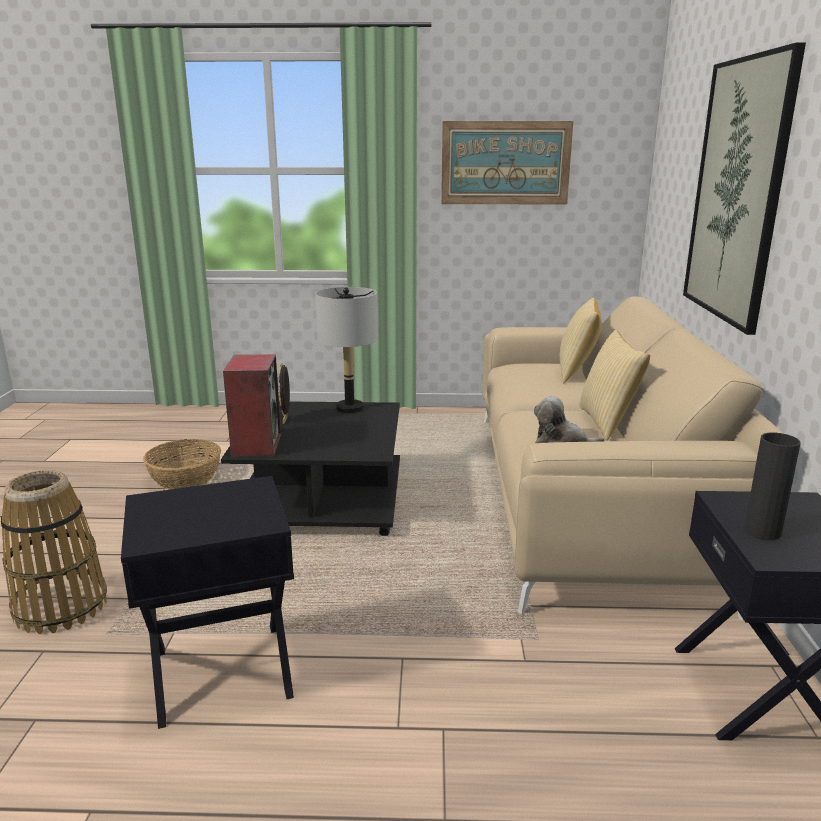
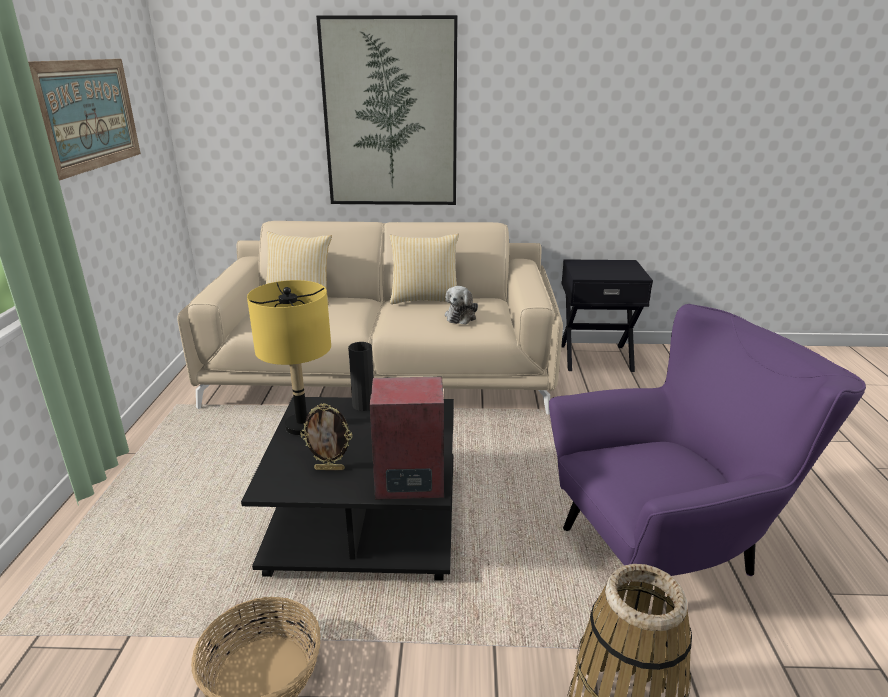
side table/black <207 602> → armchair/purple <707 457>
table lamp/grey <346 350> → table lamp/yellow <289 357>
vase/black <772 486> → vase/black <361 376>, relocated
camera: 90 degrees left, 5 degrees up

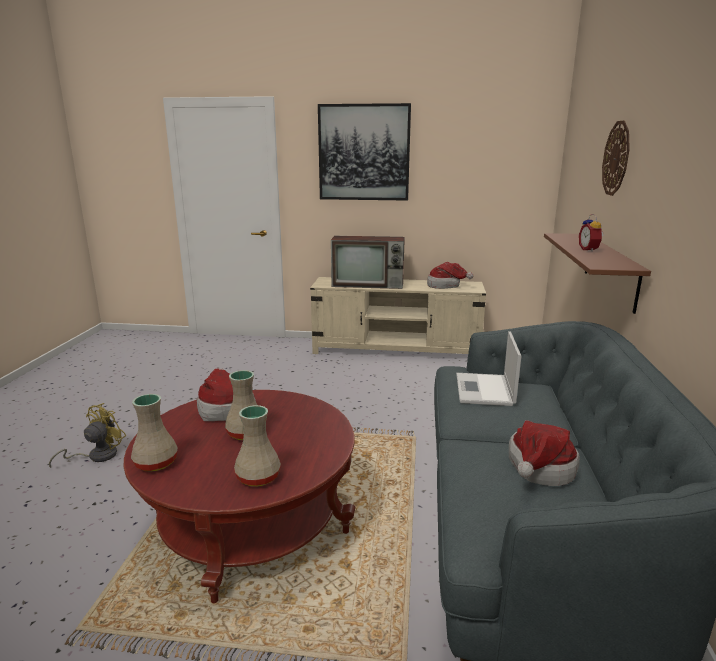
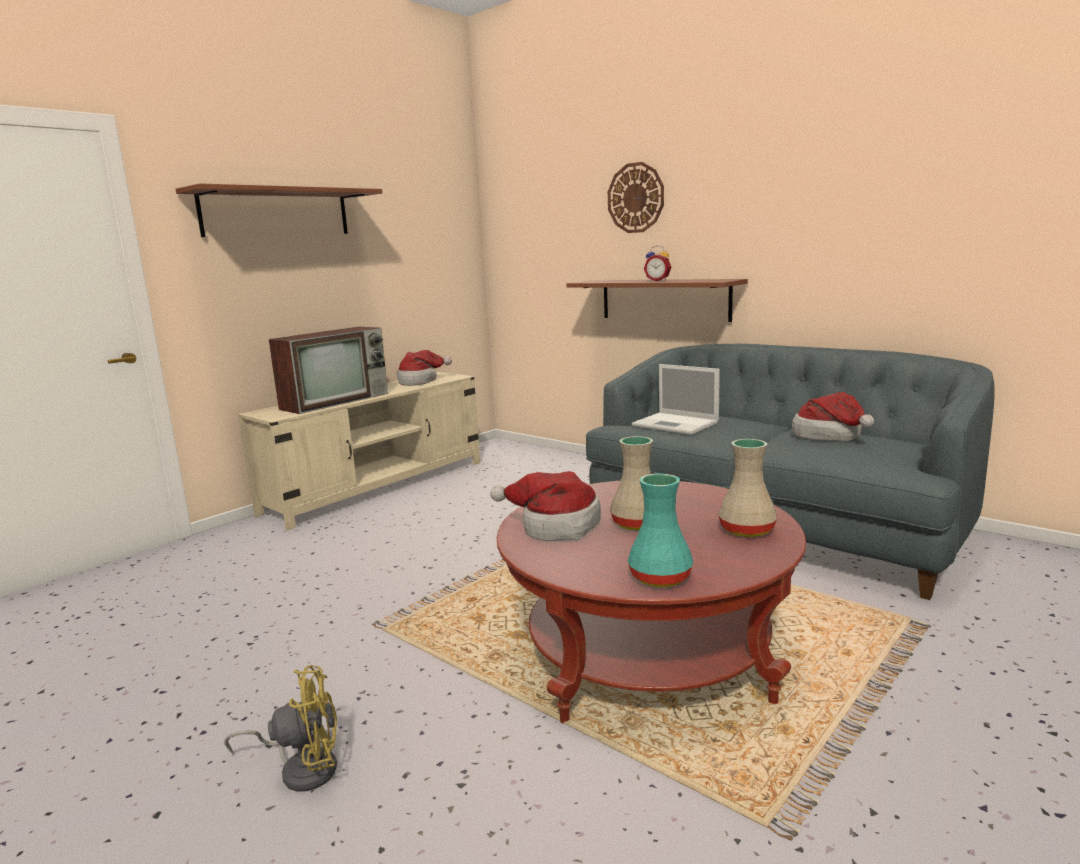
fan/yellow <87 435> → fan/yellow <280 728>, 105 degrees clockwise
vase/beige <154 433> → vase/turquoise <660 530>
picture <364 152> → shelf/brown <279 210>
camera: 55 degrees left, 5 degrees down

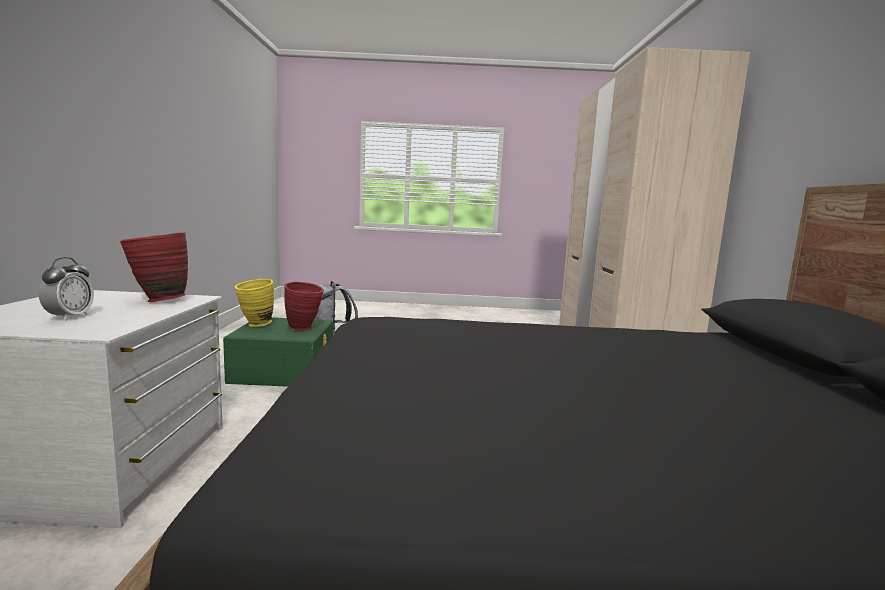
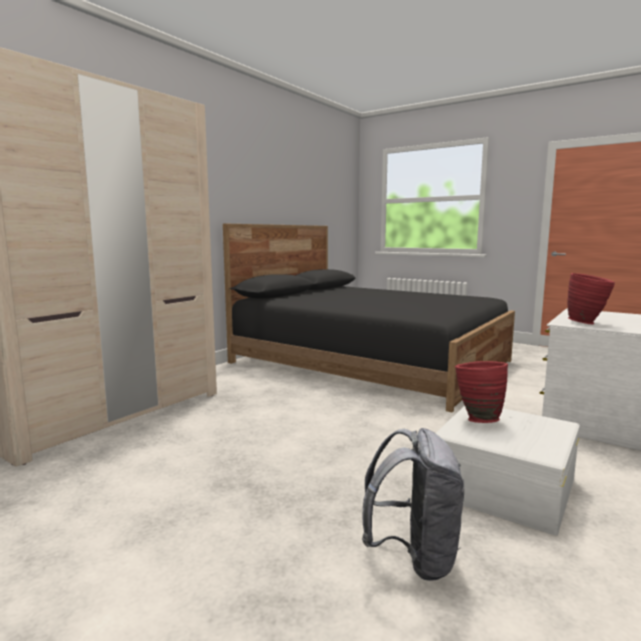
alarm clock <66 289> → -
storage box/green <278 352> → storage box/white <508 471>
vase/yellow <254 303> → -
camera: 145 degrees left, 0 degrees up

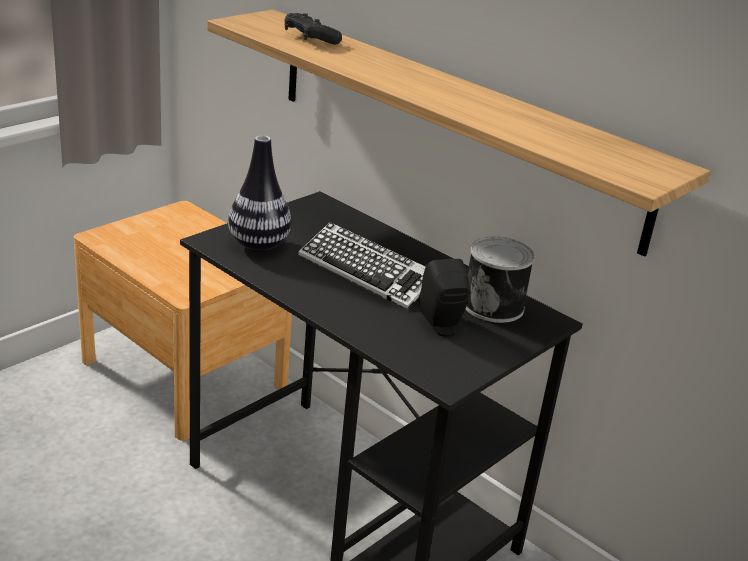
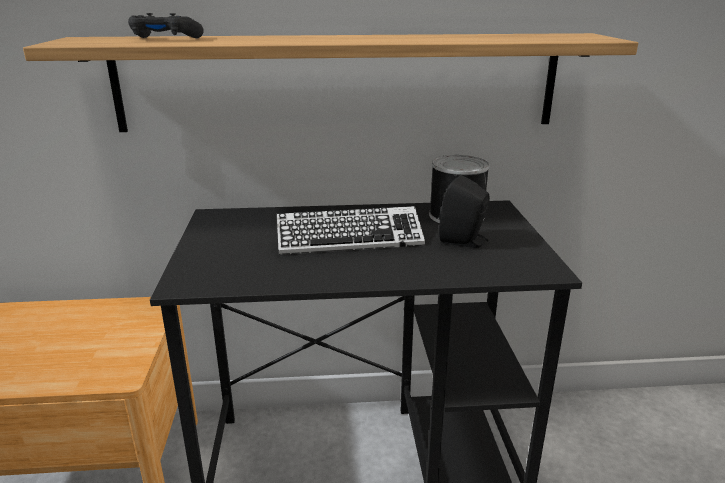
vase <259 193> → -
camera: 45 degrees left, 5 degrees down

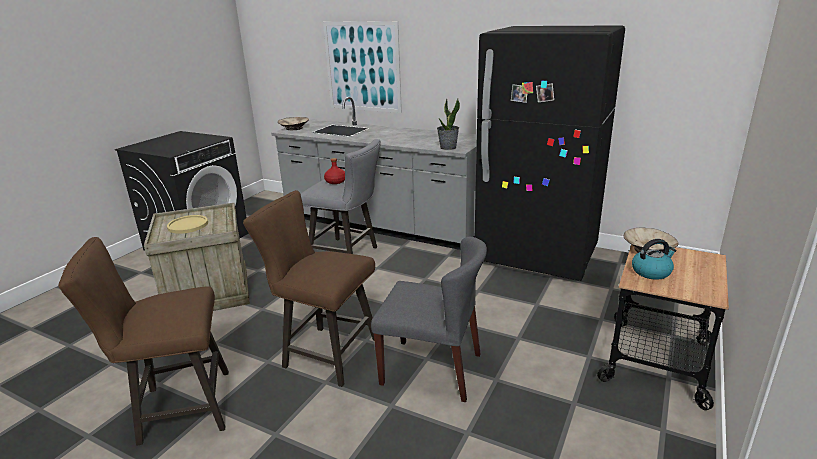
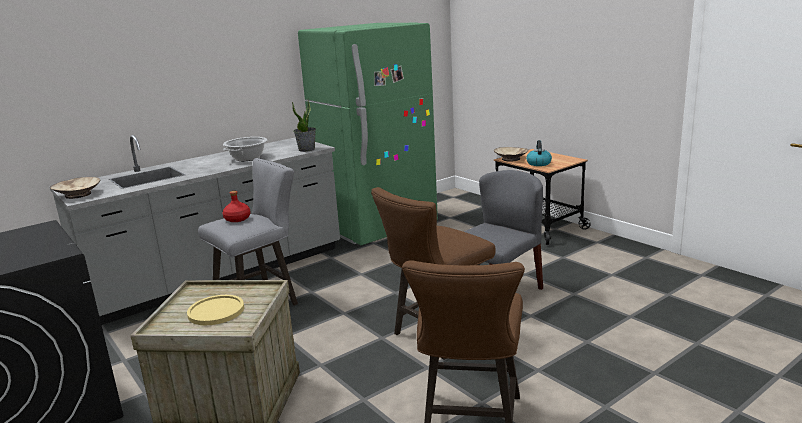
picture <362 67> → -
fridge/black <550 153> → fridge/green <368 134>
- → cooking pot <245 149>
camera: 65 degrees left, 5 degrees down

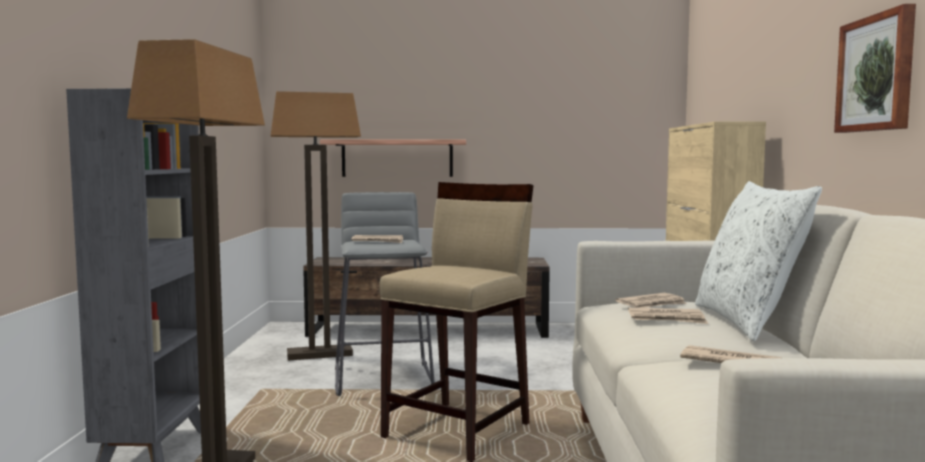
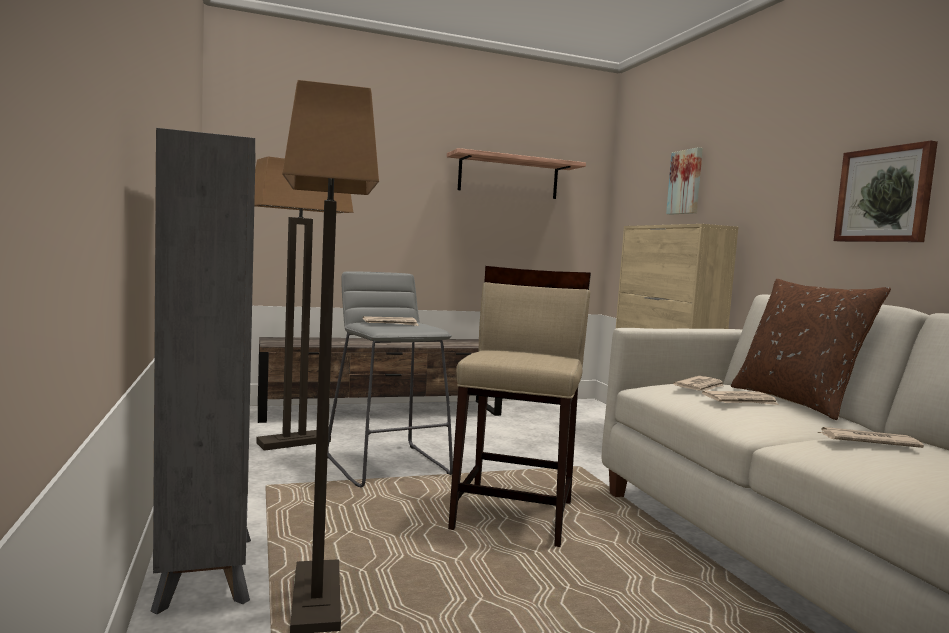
shelf <393 158> → shelf <516 173>, relocated
pillow/white <758 261> → pillow/brown <811 349>
- → picture <684 181>
camera: 20 degrees left, 0 degrees up

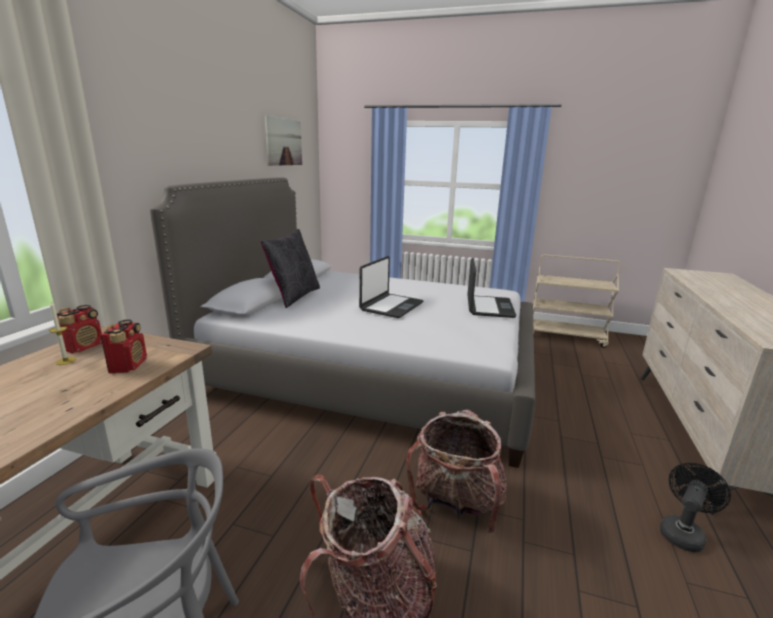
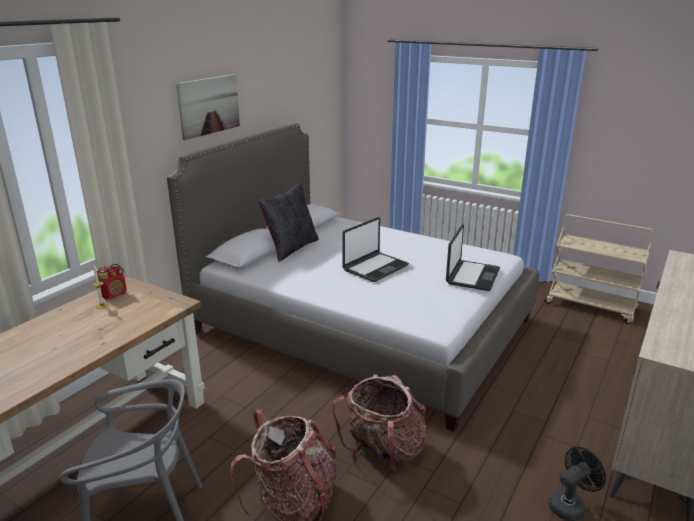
radio <124 346> → -
picture <283 140> → picture <208 107>, relocated
camera: 15 degrees right, 5 degrees up

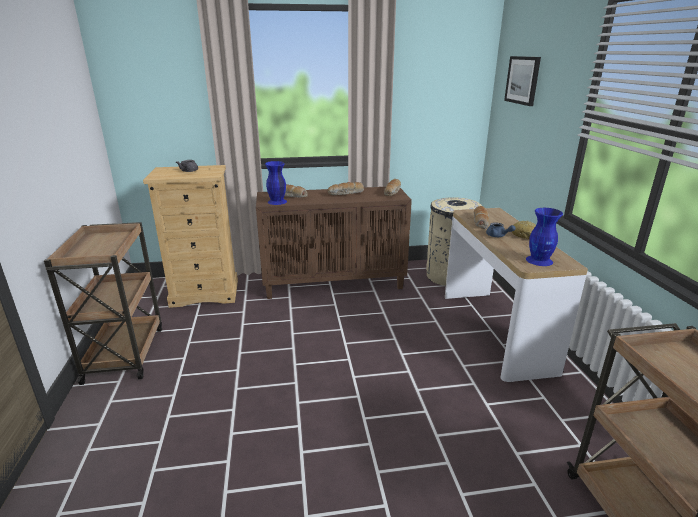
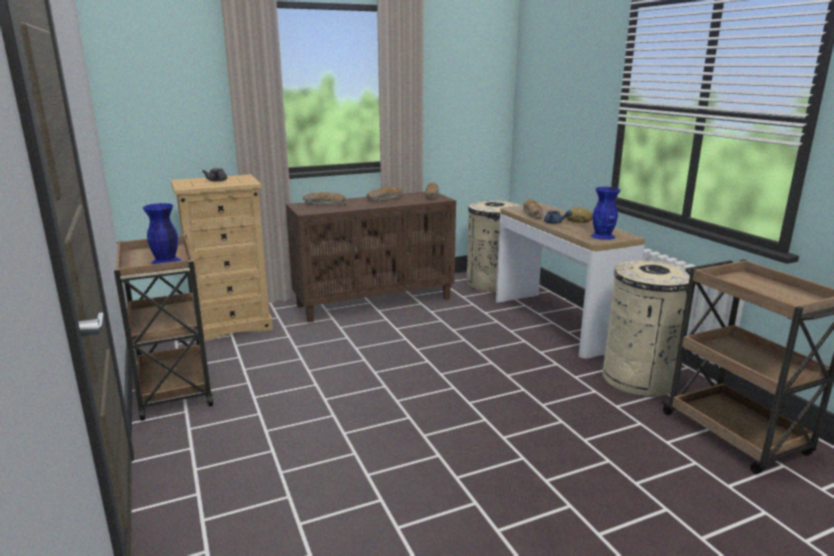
vase/blue <276 183> → vase/blue <162 233>, relocated
picture <522 81> → -
- → trash can/beige <646 328>
camera: 15 degrees left, 5 degrees down

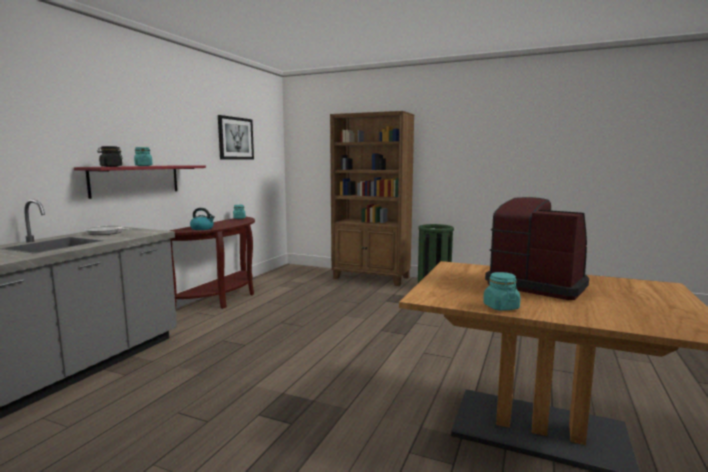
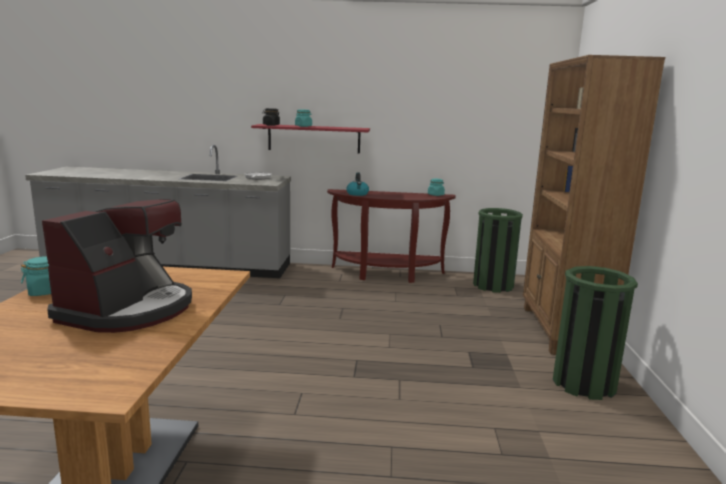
picture <236 137> → -
- → trash can/green <498 250>
camera: 70 degrees right, 5 degrees up

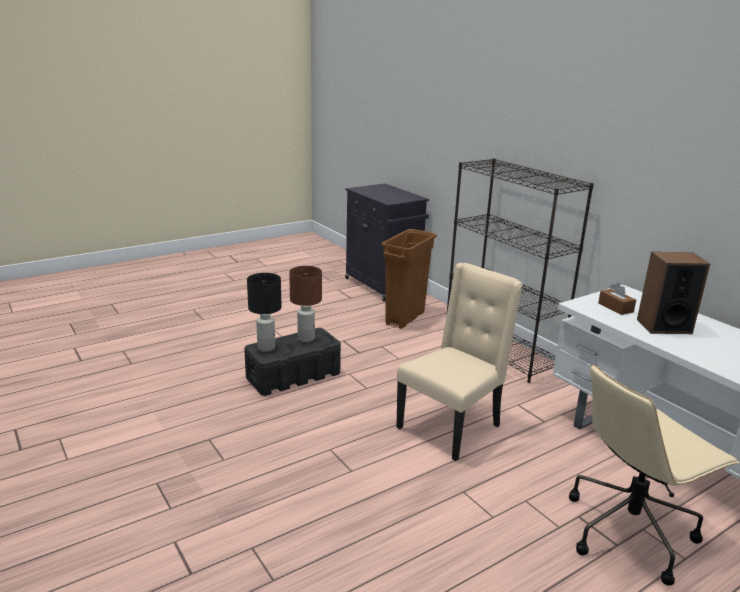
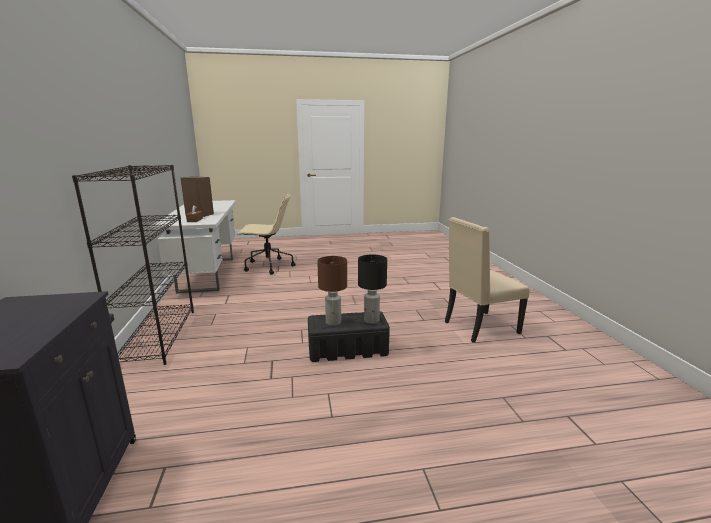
trash can/brown <409 279> → -
chair/beige <459 362> → chair/beige <487 280>, relocated
camera: 155 degrees left, 5 degrees down

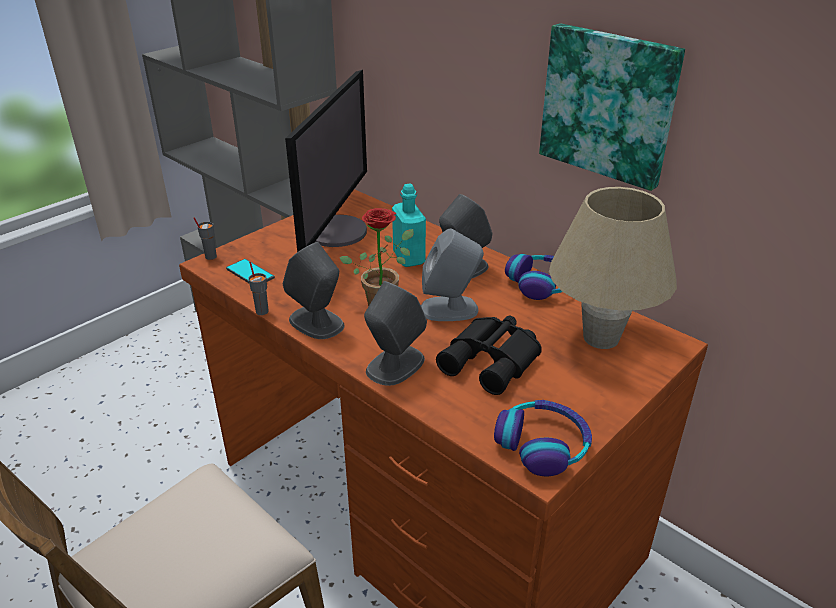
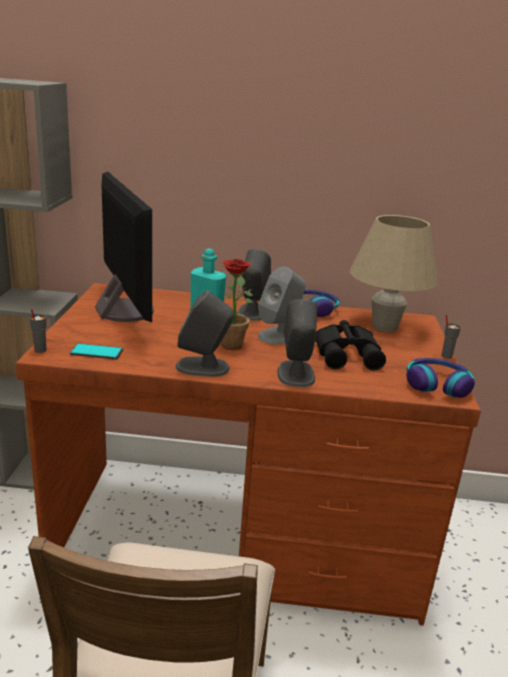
cup/grey <258 288> → cup/grey <451 337>, relocated
picture <612 107> → -
camera: 40 degrees left, 10 degrees down

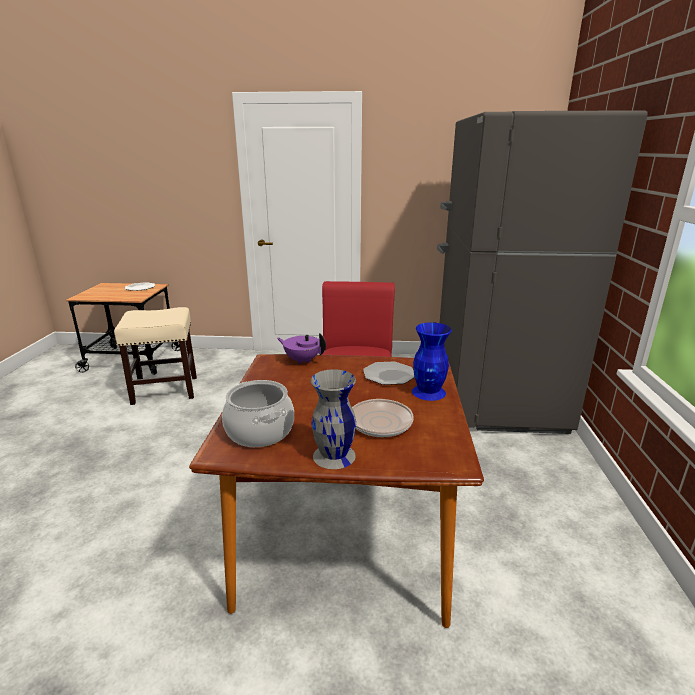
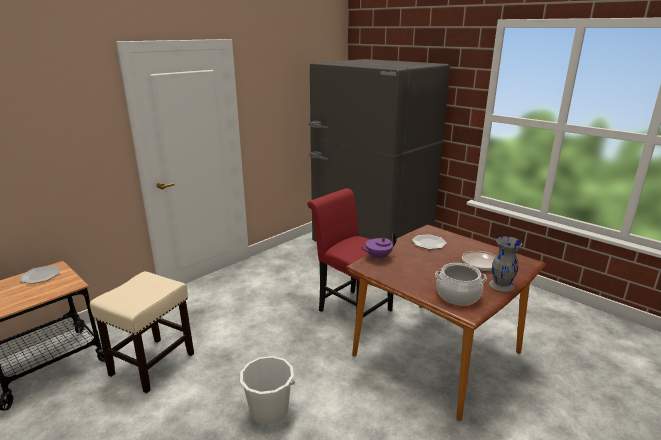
vase/blue <432 361> → -
- → bucket/white <267 390>
camera: 50 degrees left, 0 degrees up

